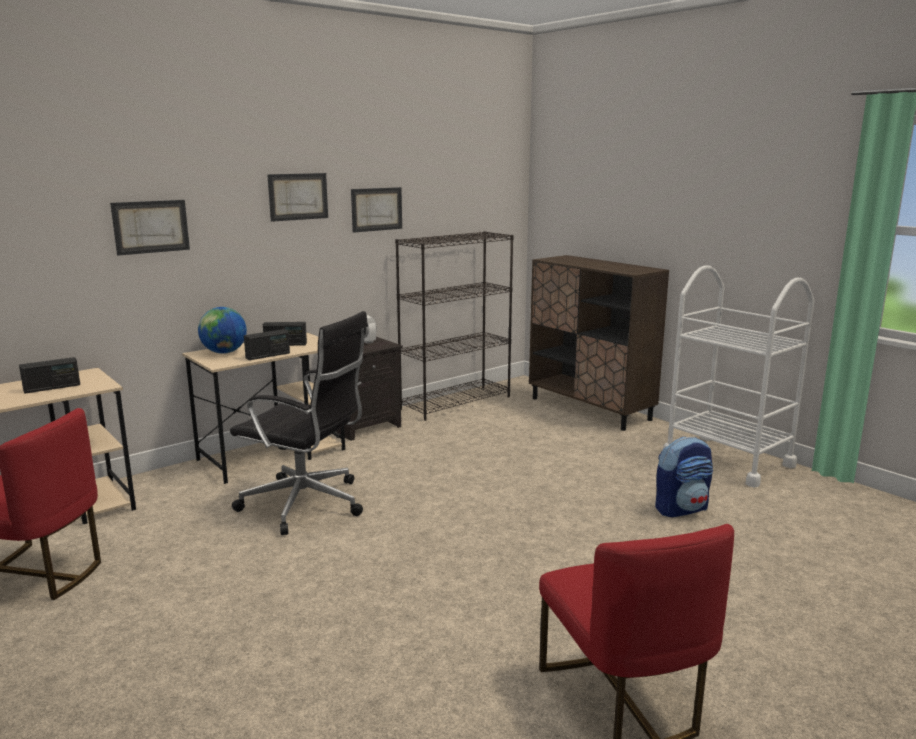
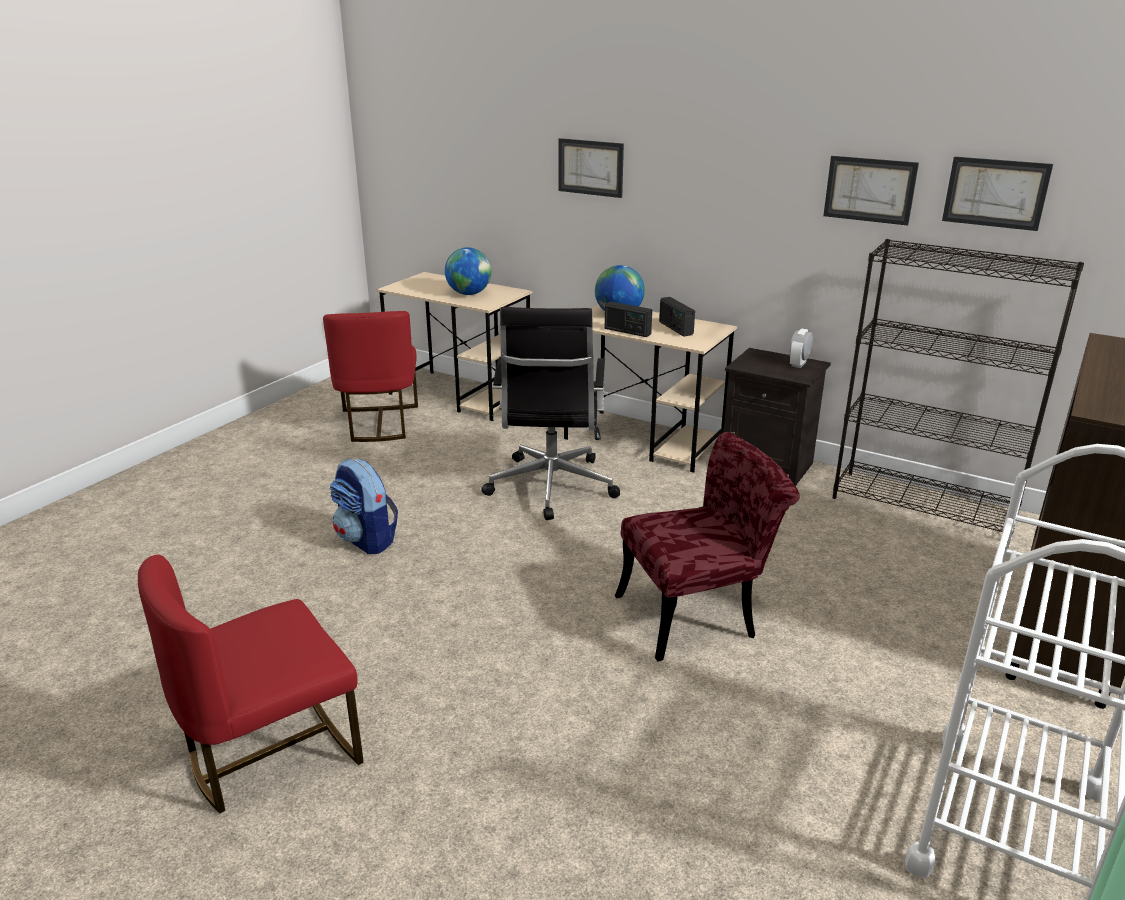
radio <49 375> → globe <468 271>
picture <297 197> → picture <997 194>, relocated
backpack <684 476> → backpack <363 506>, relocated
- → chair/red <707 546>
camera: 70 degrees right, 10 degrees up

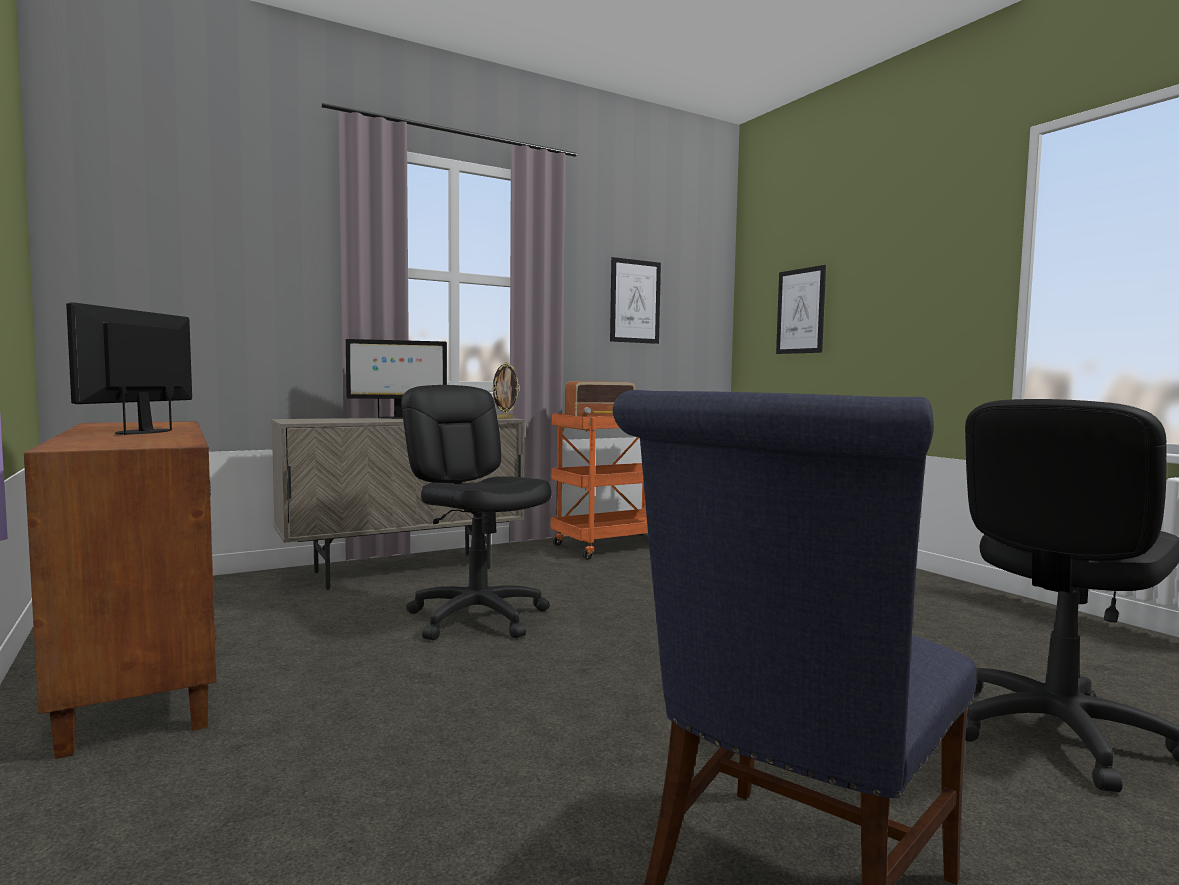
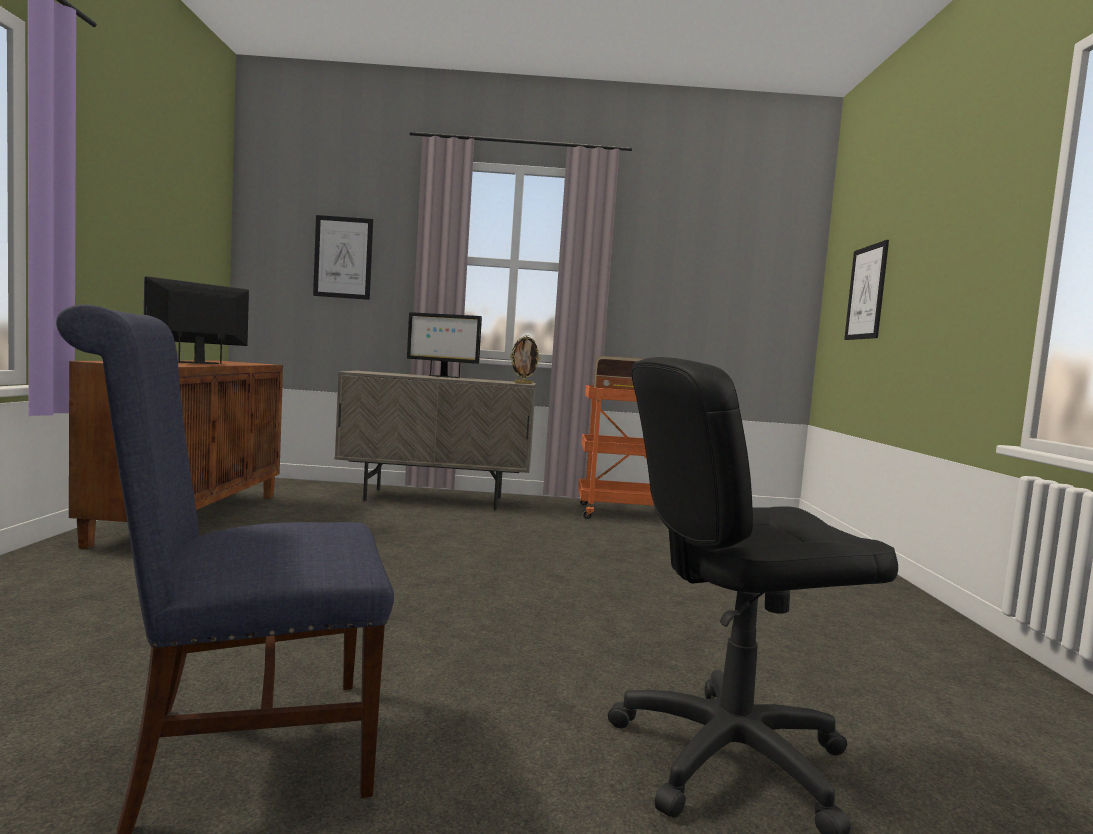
office chair/black <476 512> → -
picture <635 300> → picture <343 257>, relocated
camera: 30 degrees right, 0 degrees up

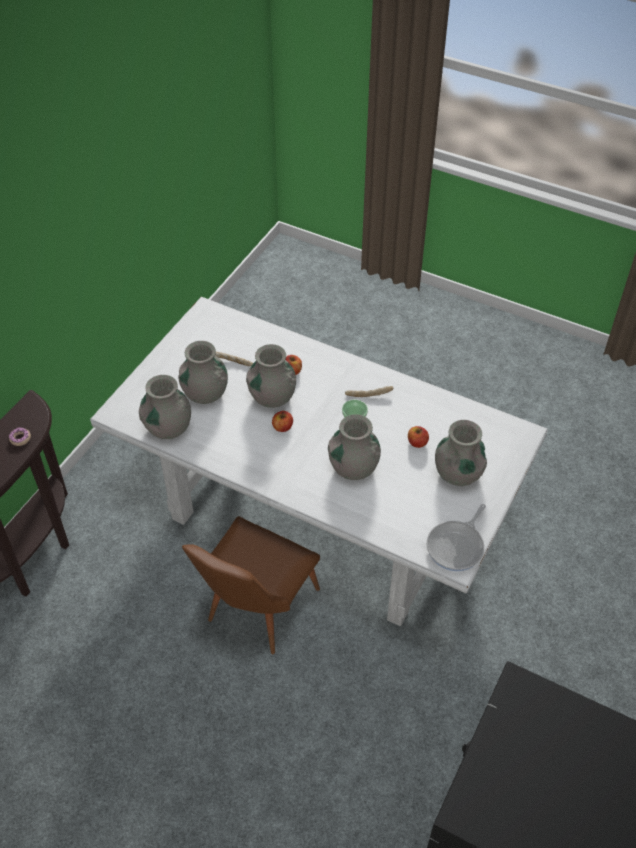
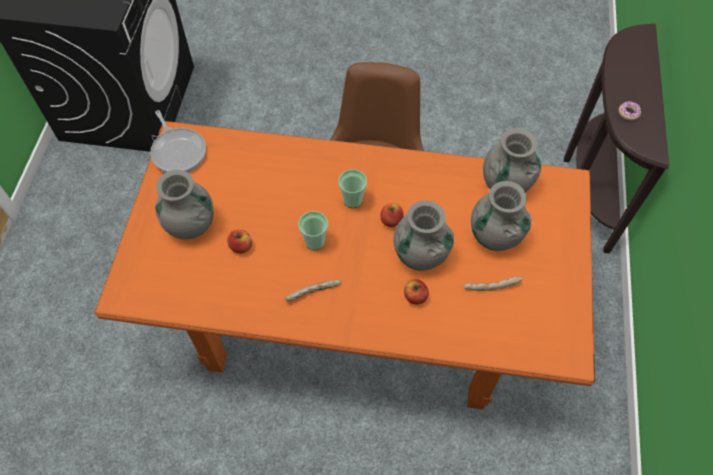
dining table/white <319 461> → dining table/orange <345 265>
vase/grey <354 447> → -
frying pan <456 537> → frying pan <178 141>, 135 degrees clockwise
- → cup <352 189>
camera: 160 degrees right, 10 degrees up

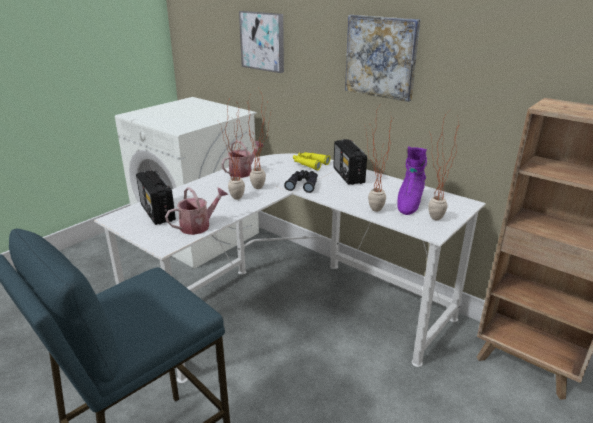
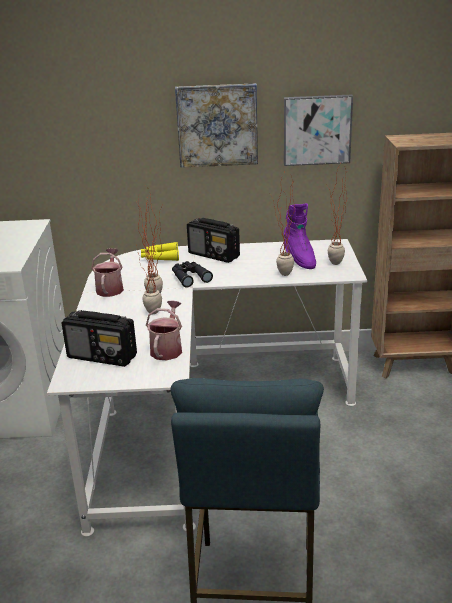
picture <261 42> → picture <318 130>, relocated
camera: 40 degrees left, 0 degrees up

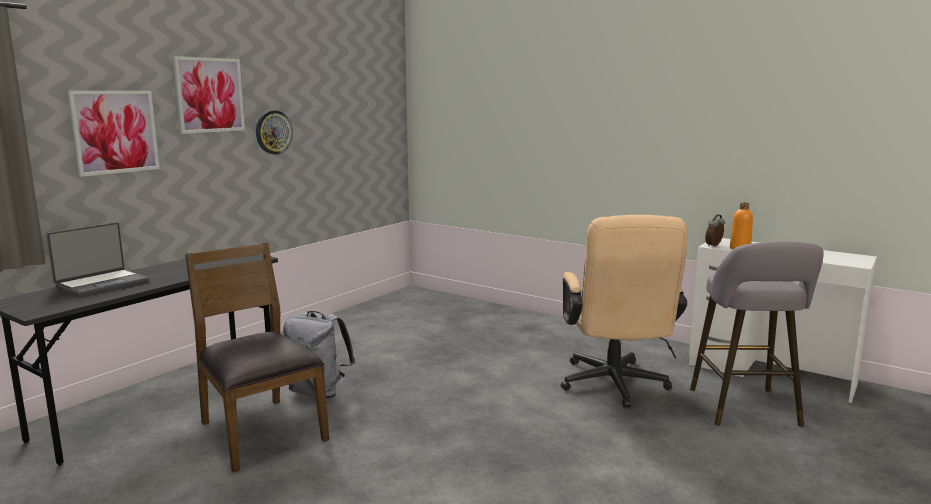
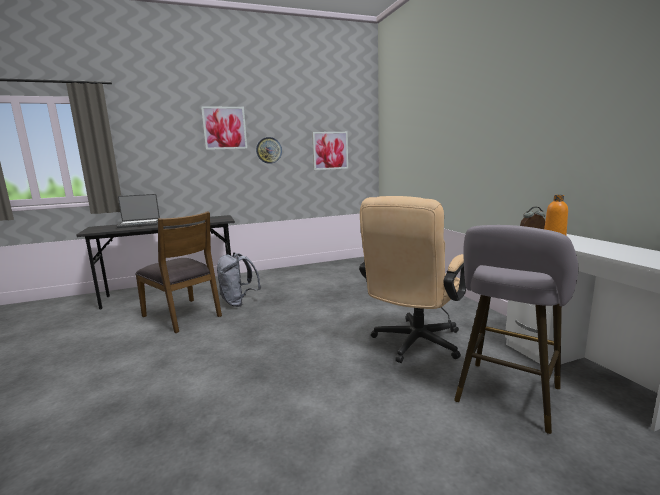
picture <113 134> → picture <330 151>, relocated
chair/brown <257 357> → chair/brown <178 272>, 135 degrees clockwise
camera: 35 degrees right, 0 degrees up

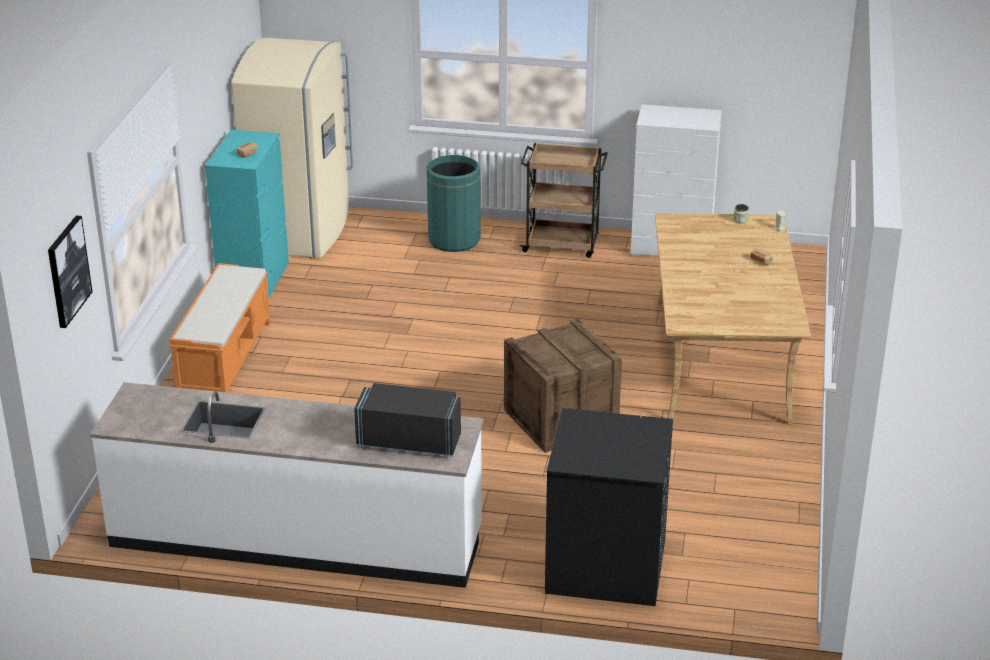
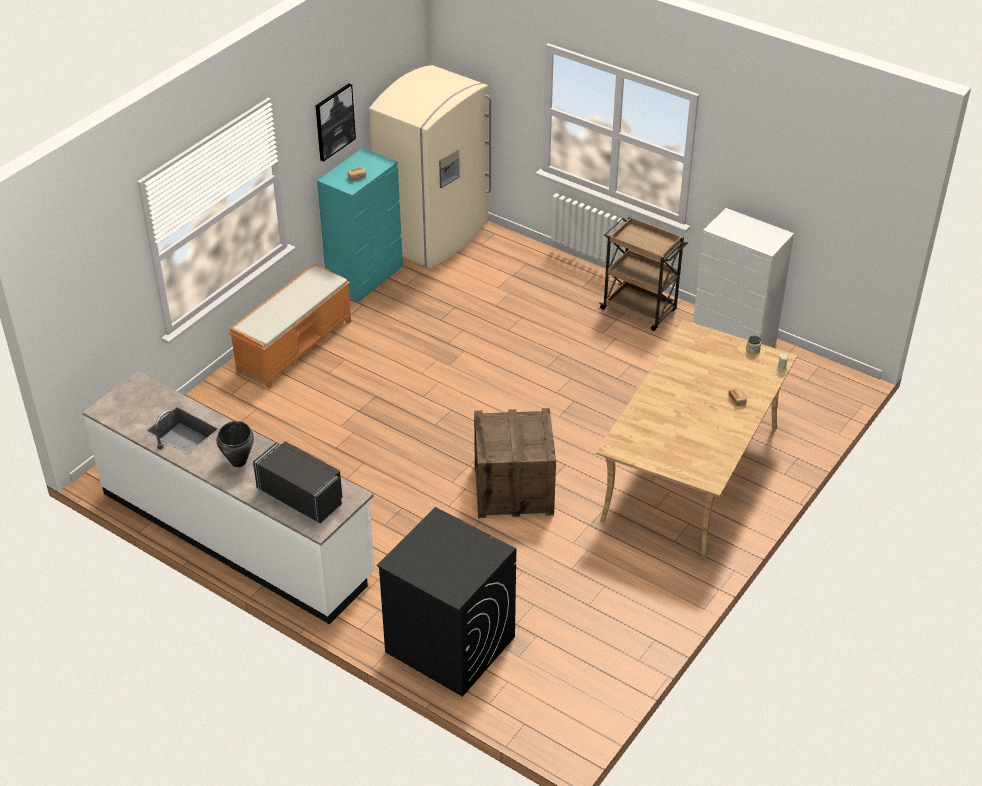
picture <70 271> → picture <335 122>, relocated
trash can/green <453 203> → -
- → cooking pot/black <235 444>
camera: 25 degrees right, 10 degrees up

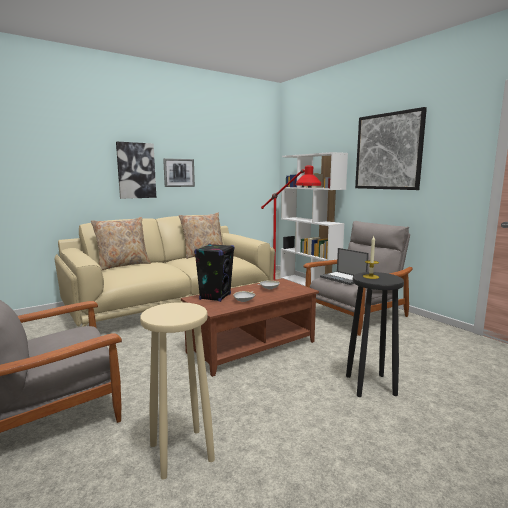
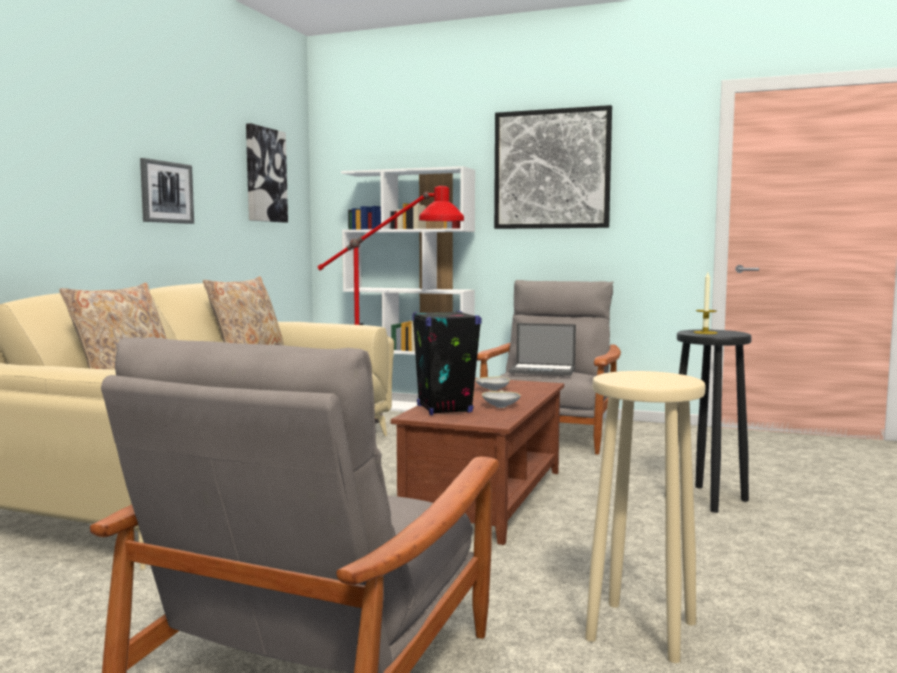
picture <136 170> → picture <267 172>, relocated
camera: 35 degrees left, 5 degrees down

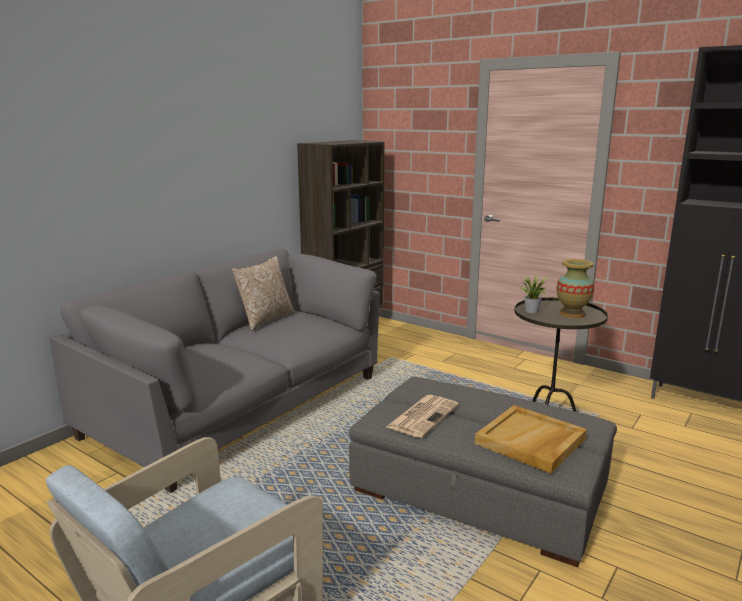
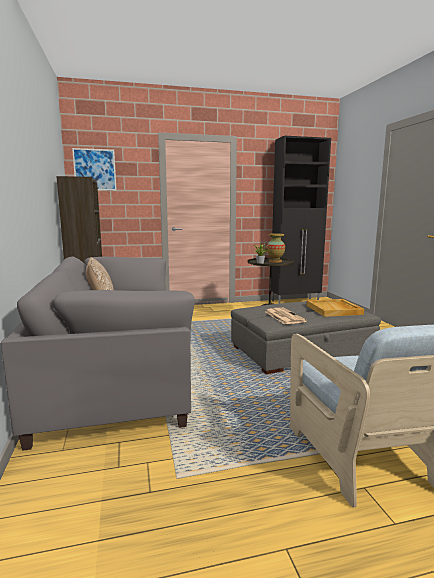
- → picture <94 169>
camera: 50 degrees left, 5 degrees down

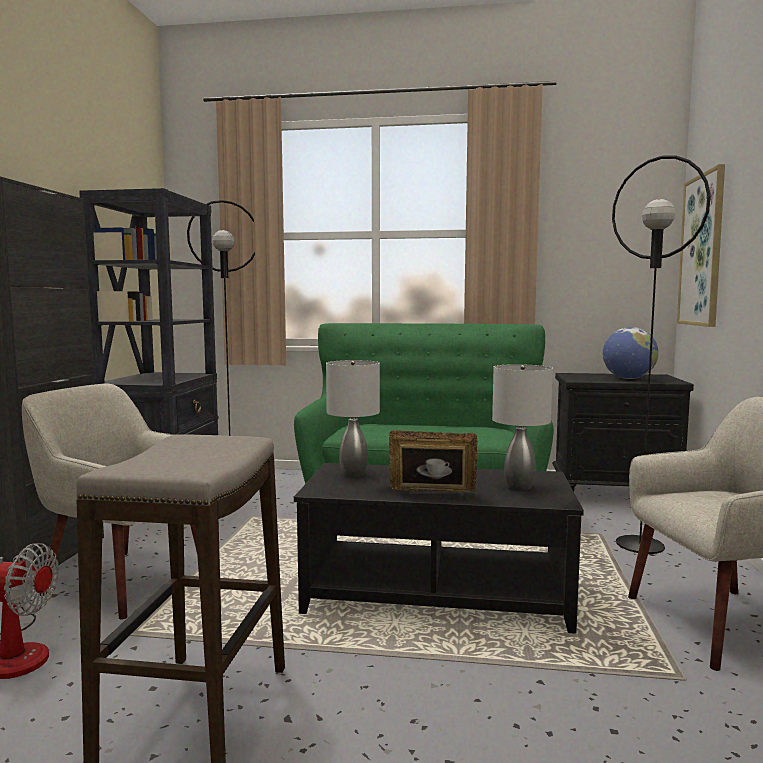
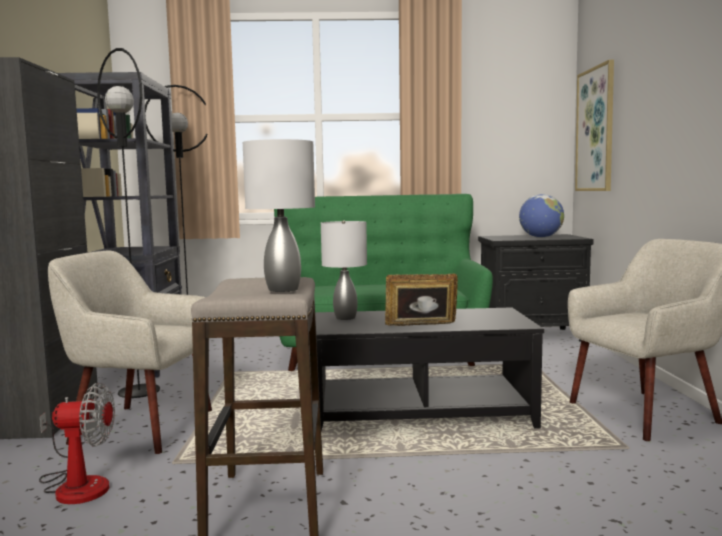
table lamp/grey <522 427> → table lamp/grey <279 215>, relocated
floor lamp/black <661 354> → floor lamp/black <128 223>, relocated
camera: 10 degrees left, 0 degrees up

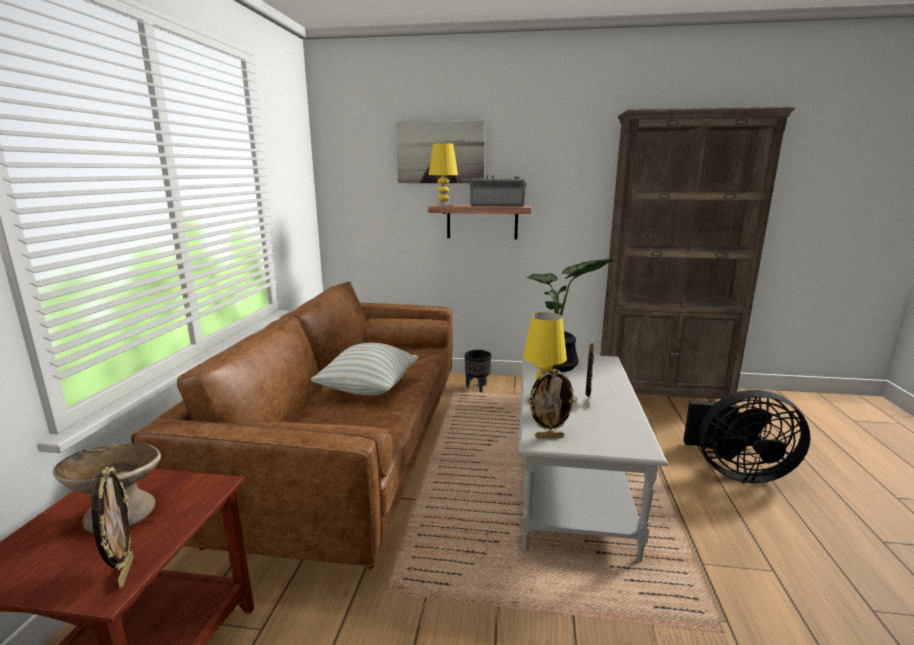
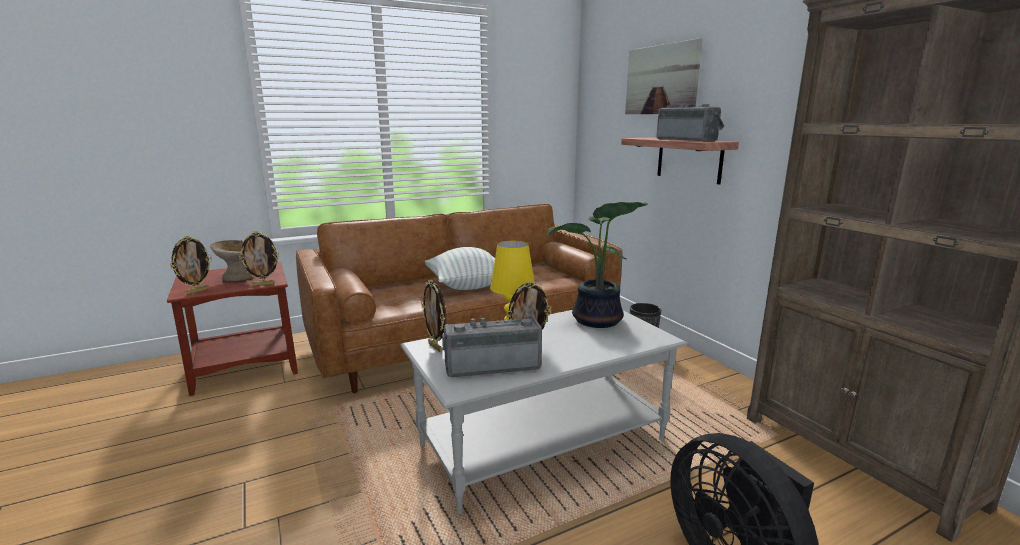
table lamp/yellow <443 174> → -
- → picture frame <259 258>
- → radio <492 347>
camera: 55 degrees right, 0 degrees up

